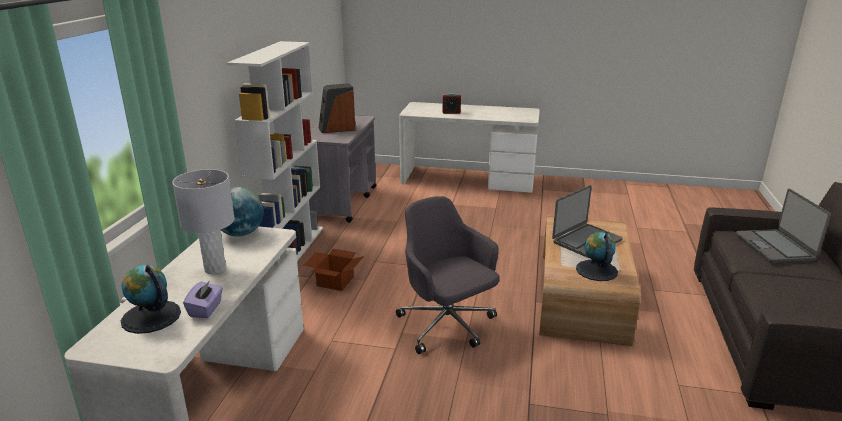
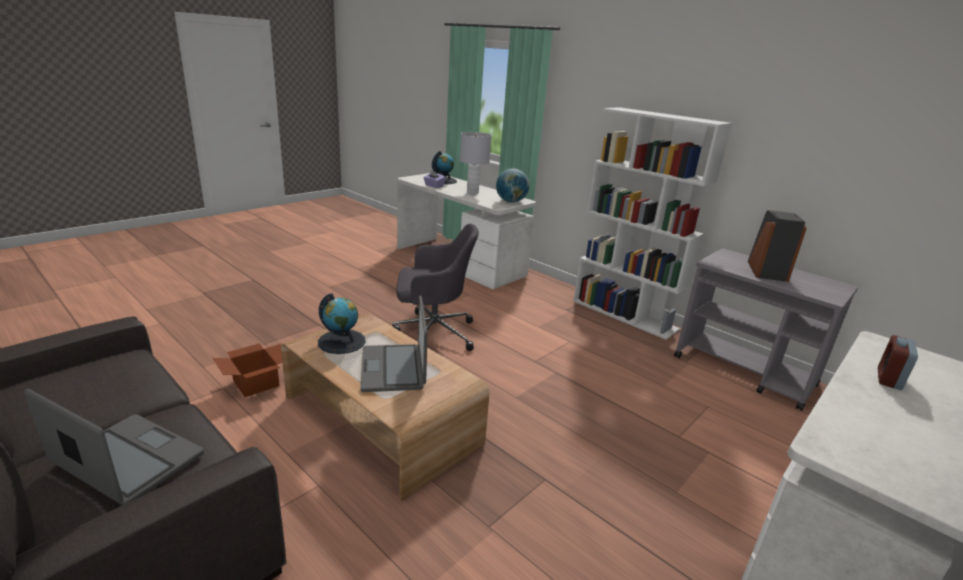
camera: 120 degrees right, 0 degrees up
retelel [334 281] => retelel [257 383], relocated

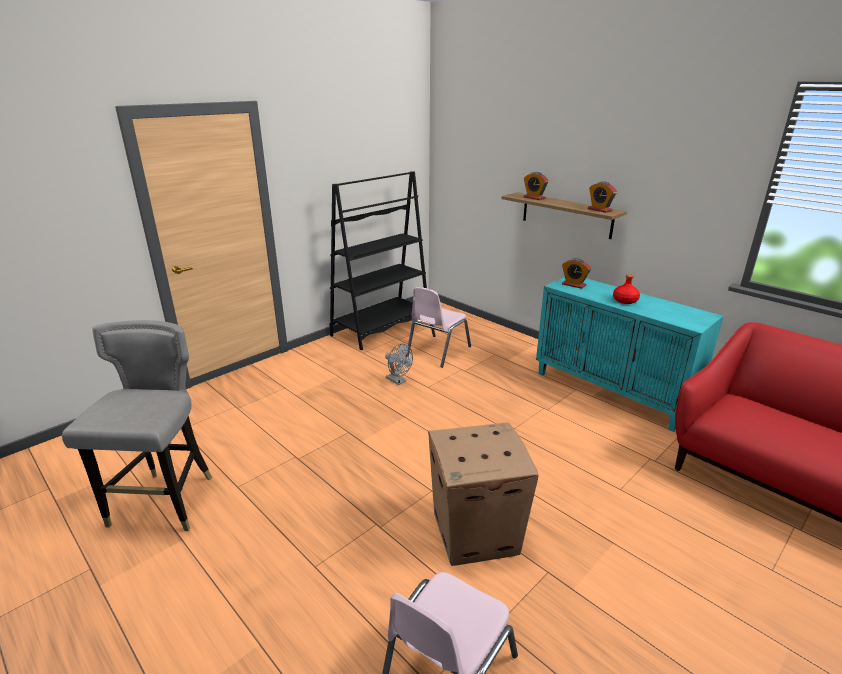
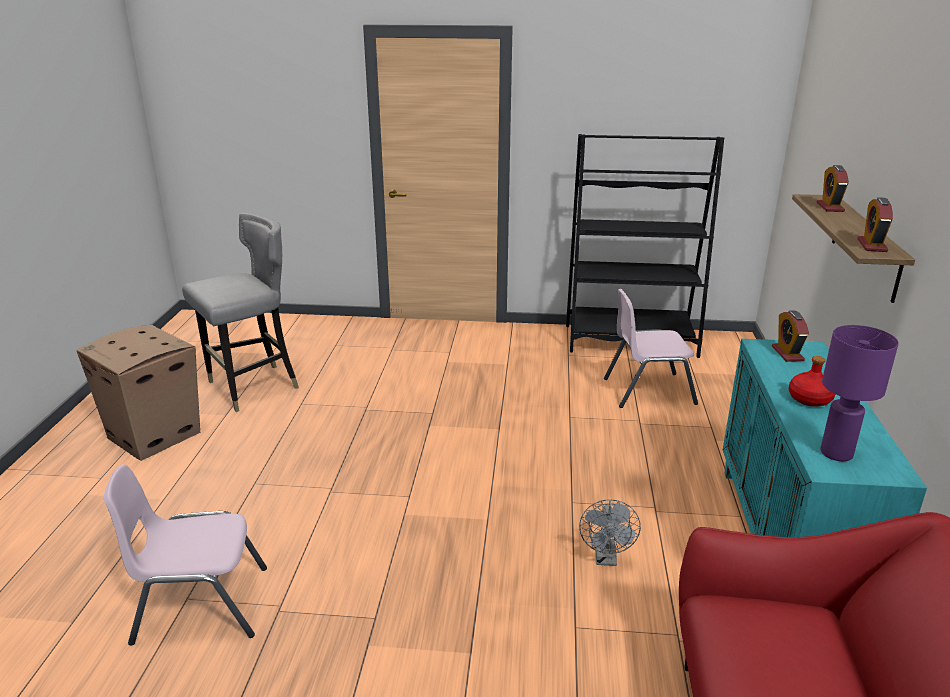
camera: 50 degrees right, 0 degrees up
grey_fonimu [398 381] => grey_fonimu [606 558], relocated
retelel [476 533] => retelel [155 435], relocated
nothing => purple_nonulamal [836 454]

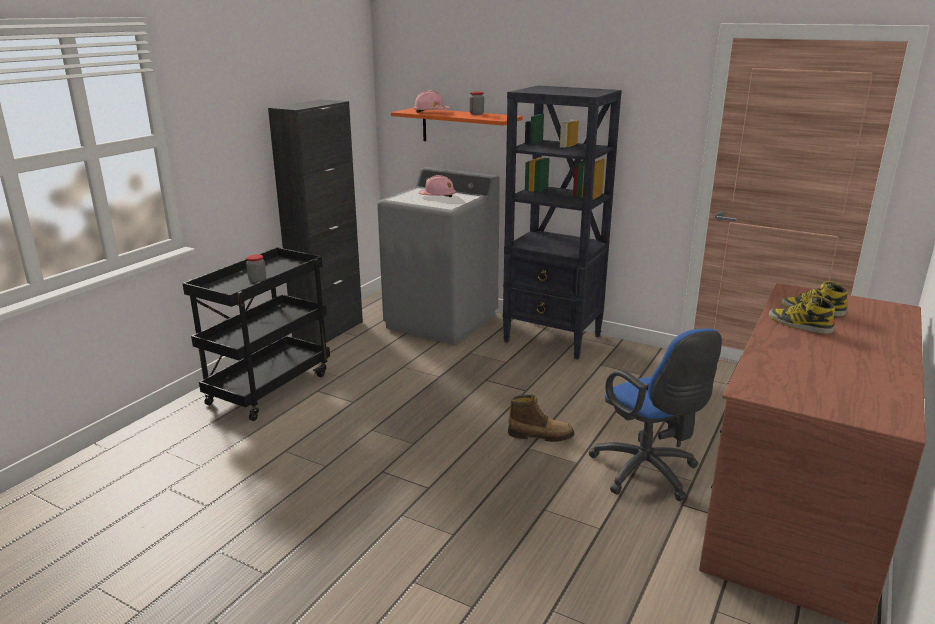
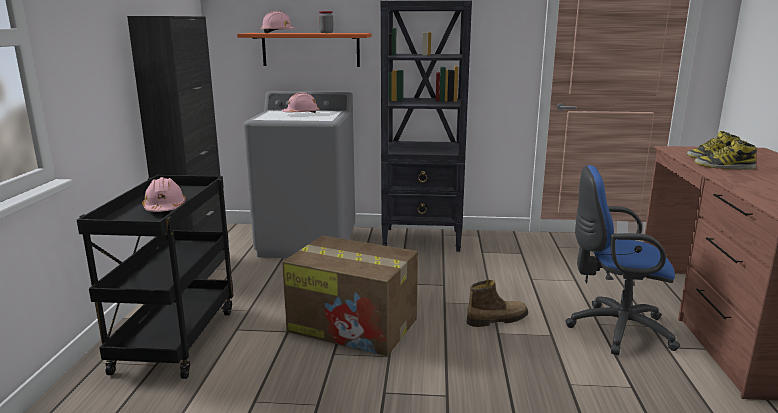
camera: 25 degrees left, 5 degrees down
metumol [257 280] => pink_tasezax [165 208]
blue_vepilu [648 474] => blue_vepilu [614 329], 150 degrees clockwise
nothing => retelel [354 325]

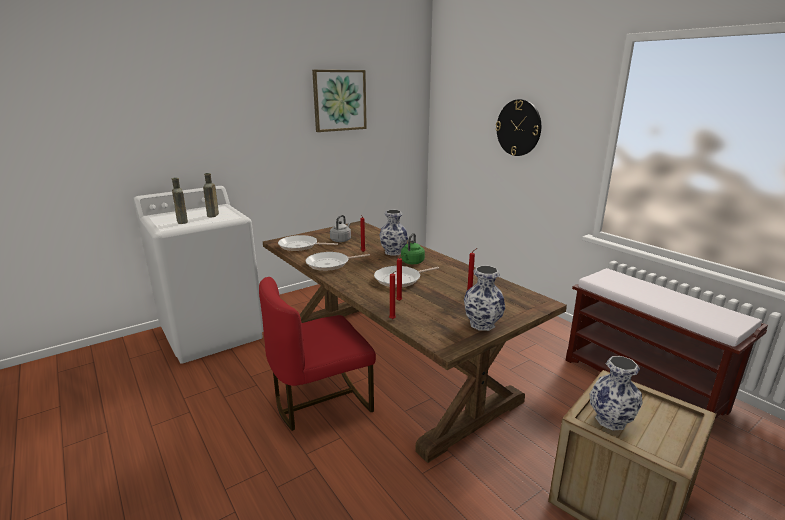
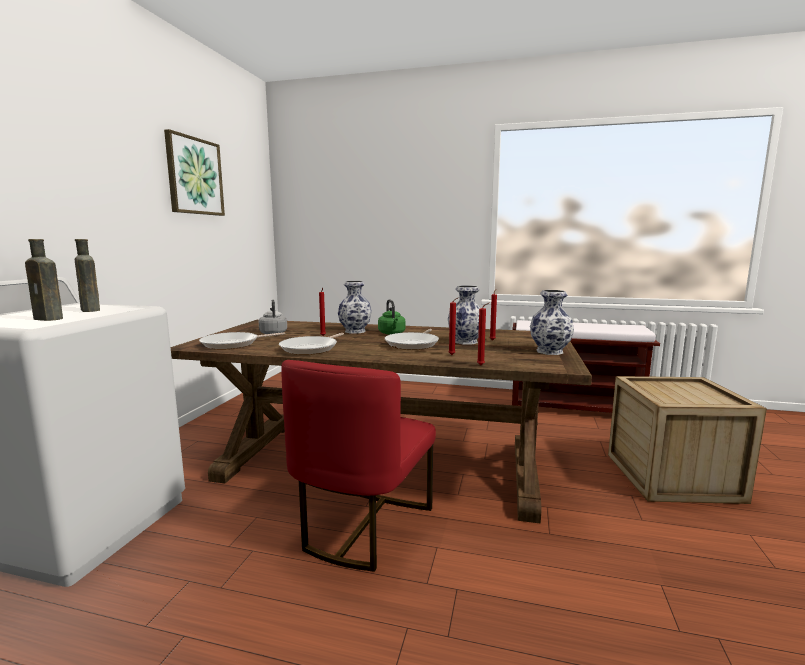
camera: 40 degrees left, 10 degrees down
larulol [518 128] => nothing
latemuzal [609 420] => latemuzal [465 342], relocated

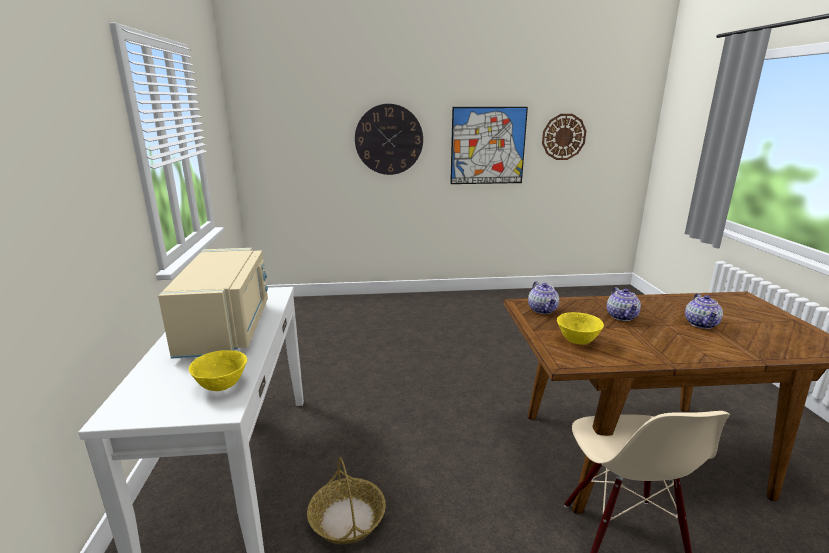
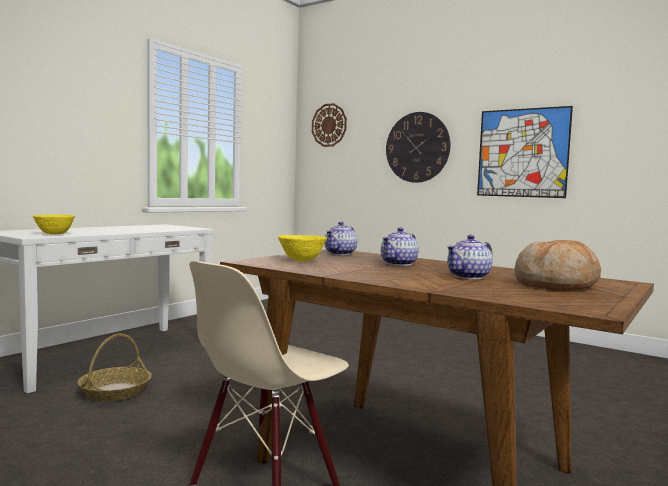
camera: 40 degrees right, 15 degrees down
larulol [563 137] => larulol [329 125], relocated
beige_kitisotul [228 328] => nothing
nothing => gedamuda [556 285]

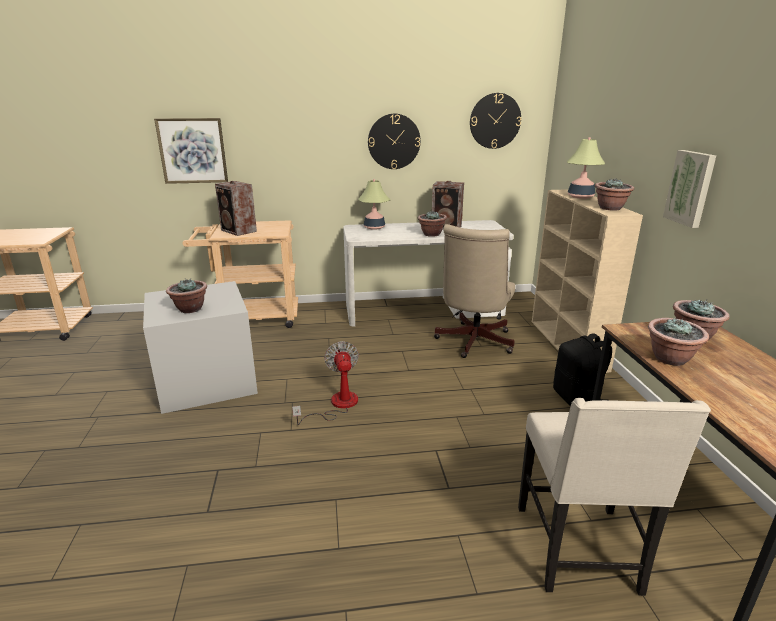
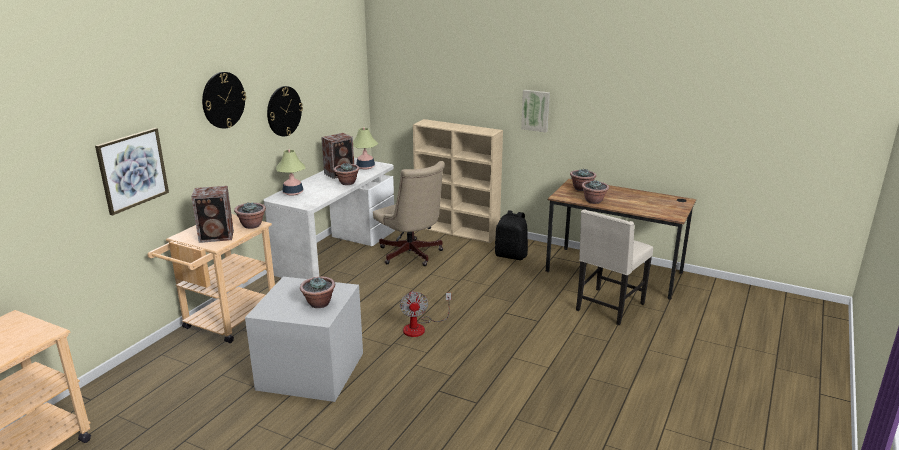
camera: 55 degrees left, 0 degrees up
larulol [495 121] => larulol [223 100], relocated
nonulamal [580 196] => nonulamal [365 167], relocated
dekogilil [610 208] => dekogilil [252 225], relocated
fonimu [337 405] => fonimu [420 327], 120 degrees counterclockwise
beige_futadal [579 551] => beige_futadal [608 307], 90 degrees clockwise

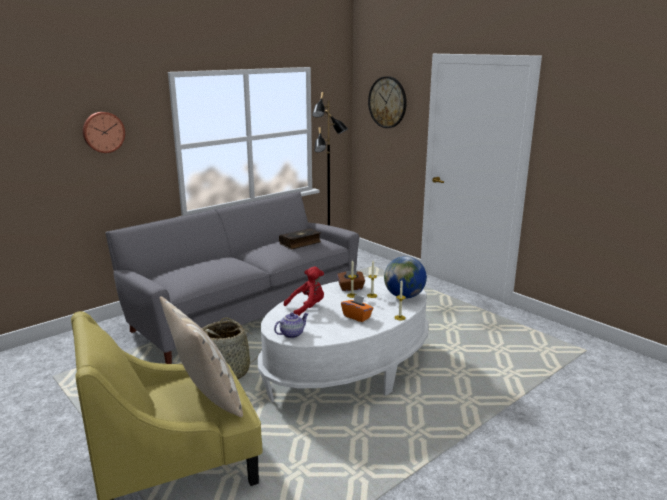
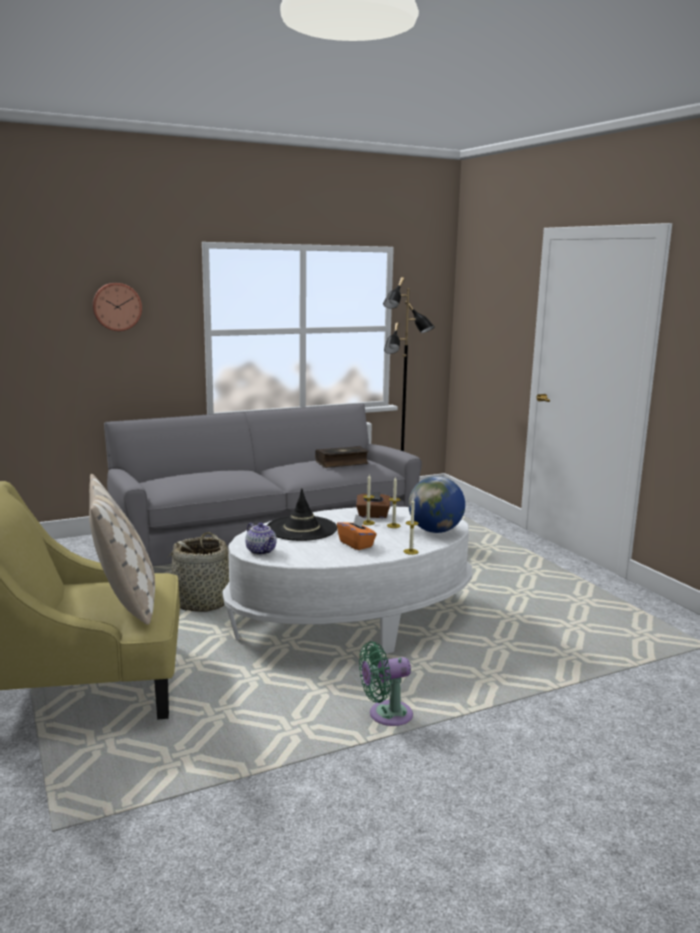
camera: 15 degrees right, 5 degrees down
larulol [387 102] => nothing
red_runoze [307 308] => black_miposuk [301 529]
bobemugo [291 334] => bobemugo [262 551], 75 degrees clockwise
nothing => green_fonimu [386 715]

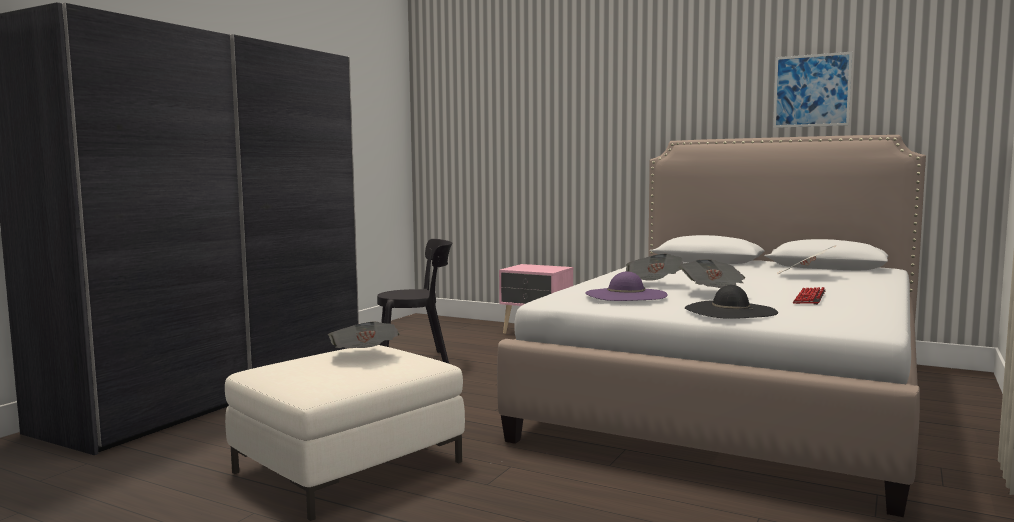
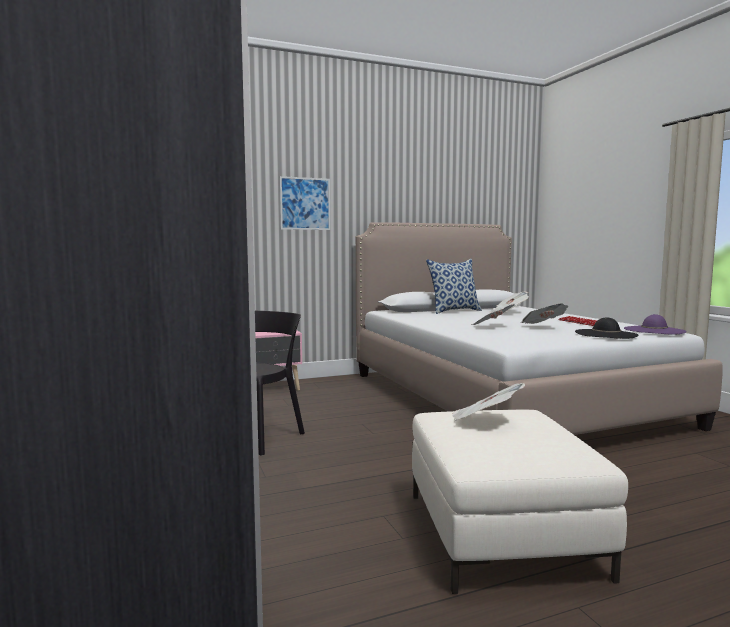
camera: 50 degrees left, 0 degrees up
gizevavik [811 90] => gizevavik [305 203], relocated
purple_miposuk [626 295] => purple_miposuk [654 330], relocated
nothing => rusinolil [454 311]

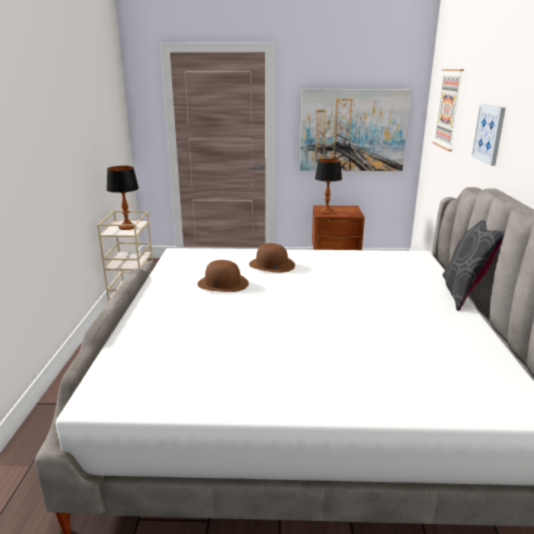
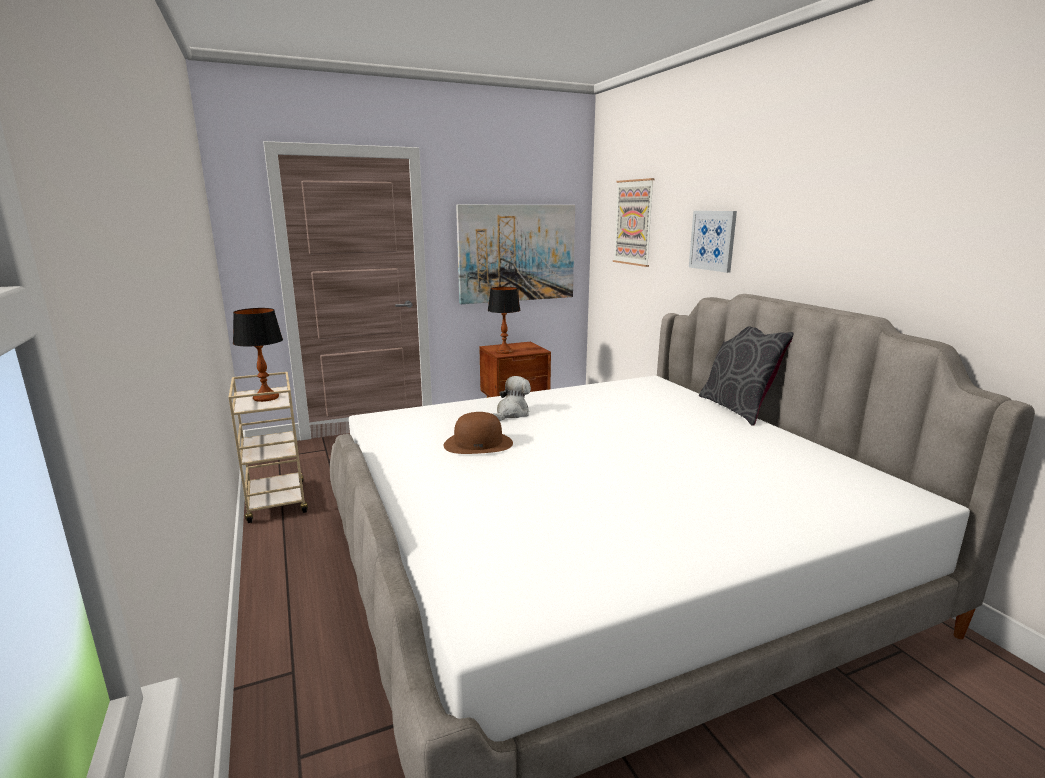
camera: 25 degrees left, 5 degrees down
brown_miposuk [271 265] => runoze [511 413]

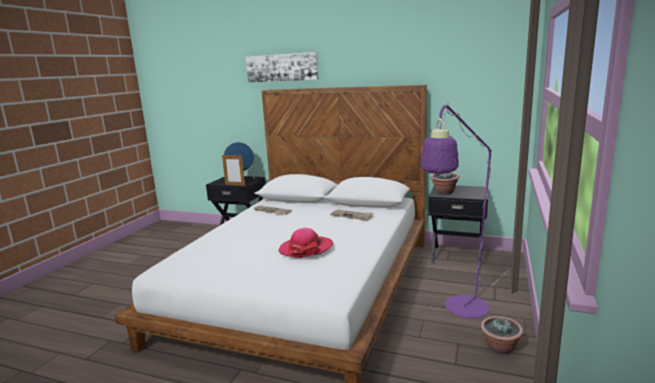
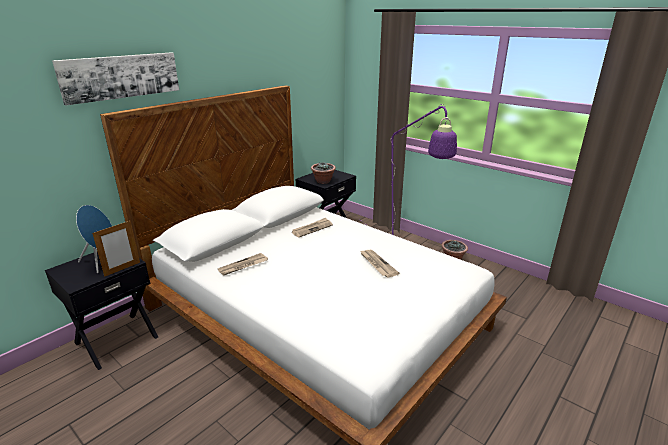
camera: 70 degrees left, 10 degrees up
miposuk [306 249] => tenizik [377 264]

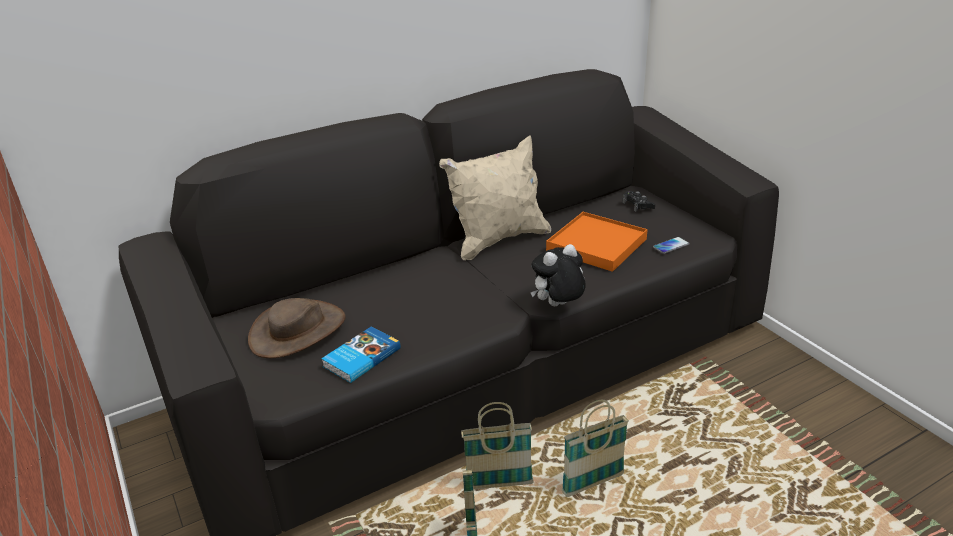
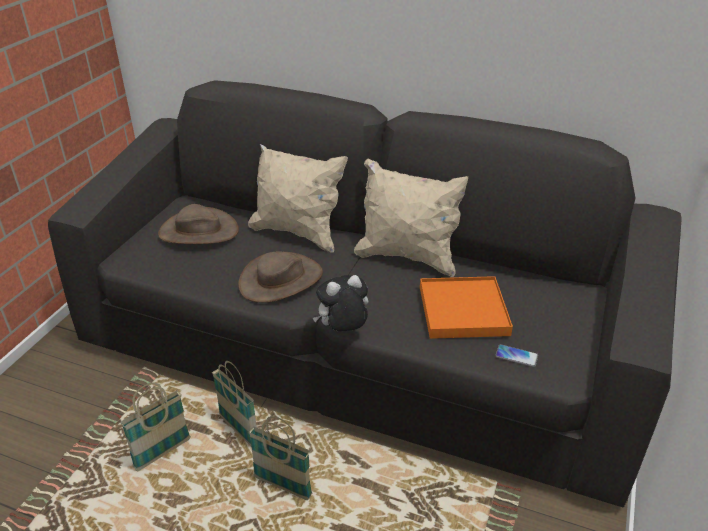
camera: 50 degrees right, 5 degrees up
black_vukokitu [638 205] => nothing
runoze [558 306] => runoze [343 331], 45 degrees counterclockwise
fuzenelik [360 357] => nothing
nothing => beige_rusinolil [297 233]
nothing => brown_miposuk [281 280]

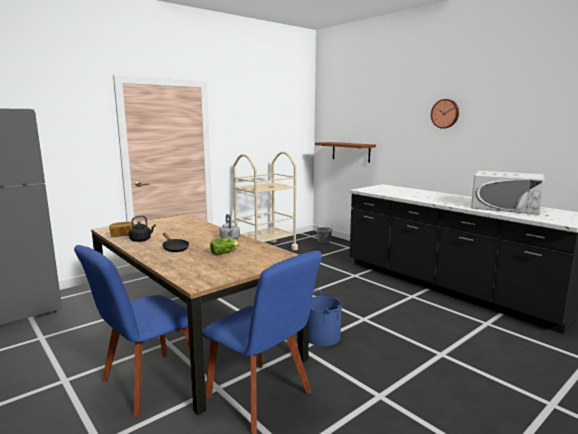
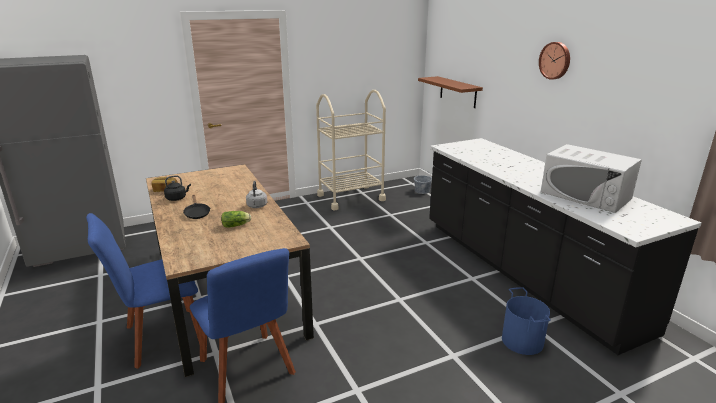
camera: 15 degrees right, 10 degrees up
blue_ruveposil [323 336] => blue_ruveposil [523 341], relocated

